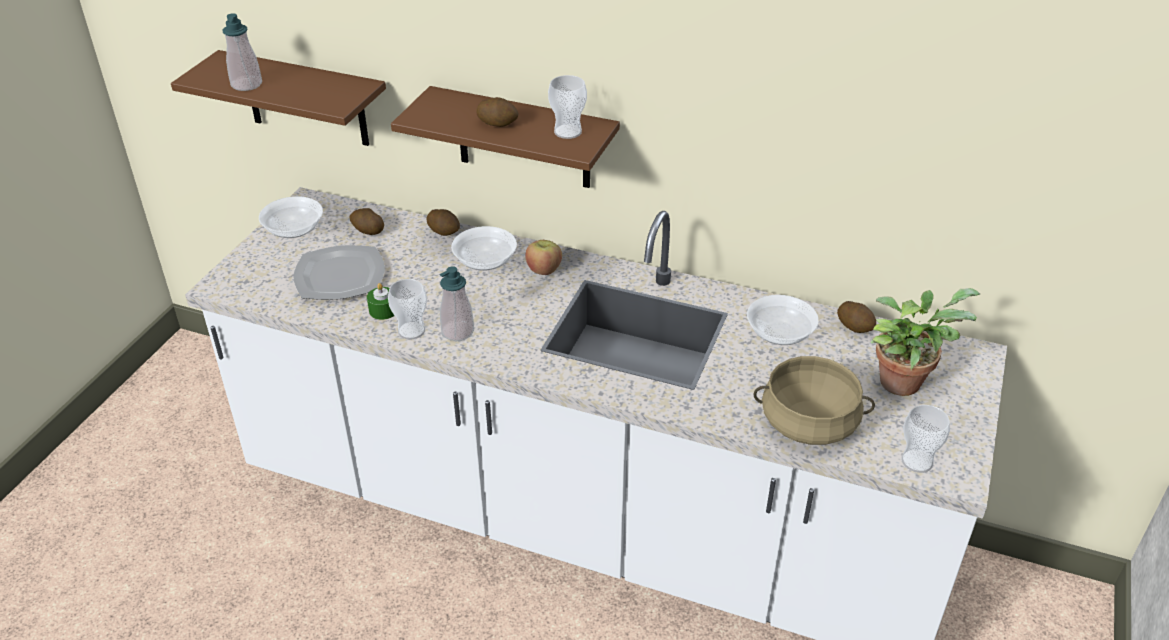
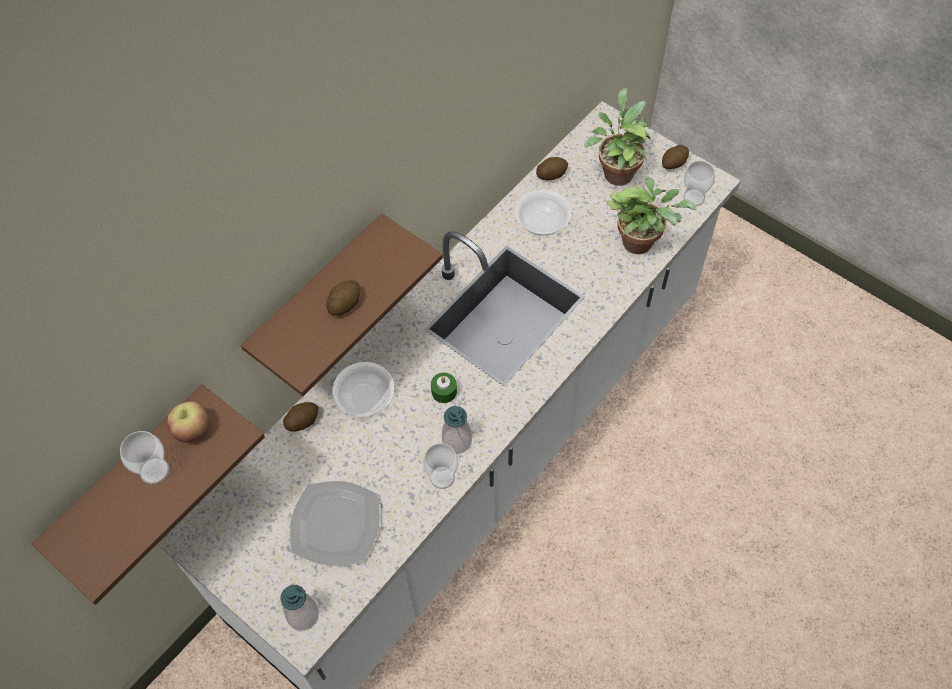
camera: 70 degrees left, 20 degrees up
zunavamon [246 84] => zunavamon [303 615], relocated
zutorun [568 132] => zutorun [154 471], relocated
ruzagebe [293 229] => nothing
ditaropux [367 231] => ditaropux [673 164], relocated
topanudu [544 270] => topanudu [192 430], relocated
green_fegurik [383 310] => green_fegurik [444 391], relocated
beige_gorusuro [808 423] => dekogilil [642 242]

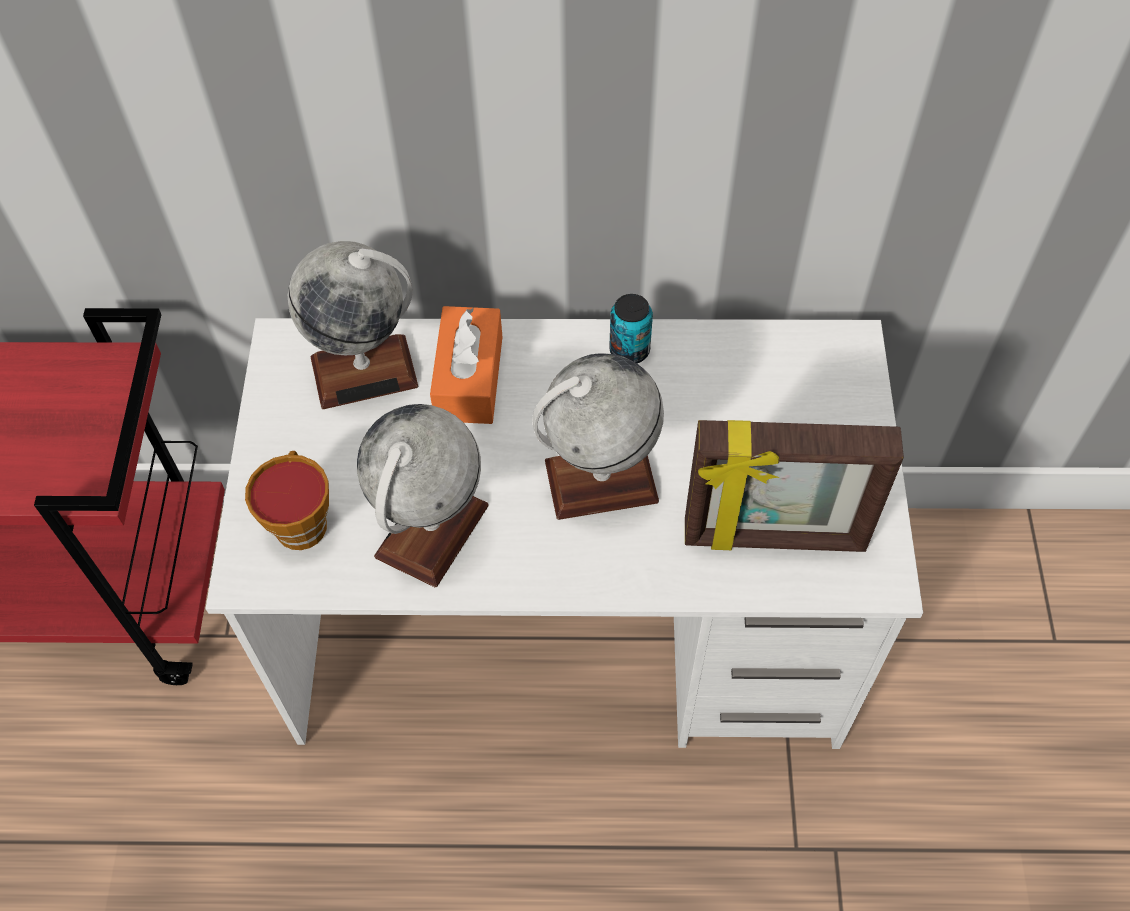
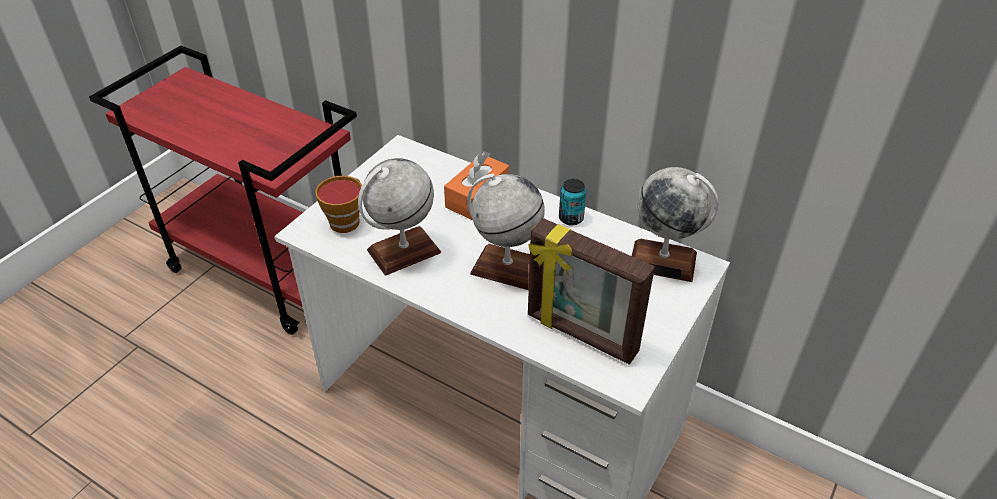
camera: 30 degrees right, 15 degrees down
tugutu [364 371] => tugutu [663 261], relocated

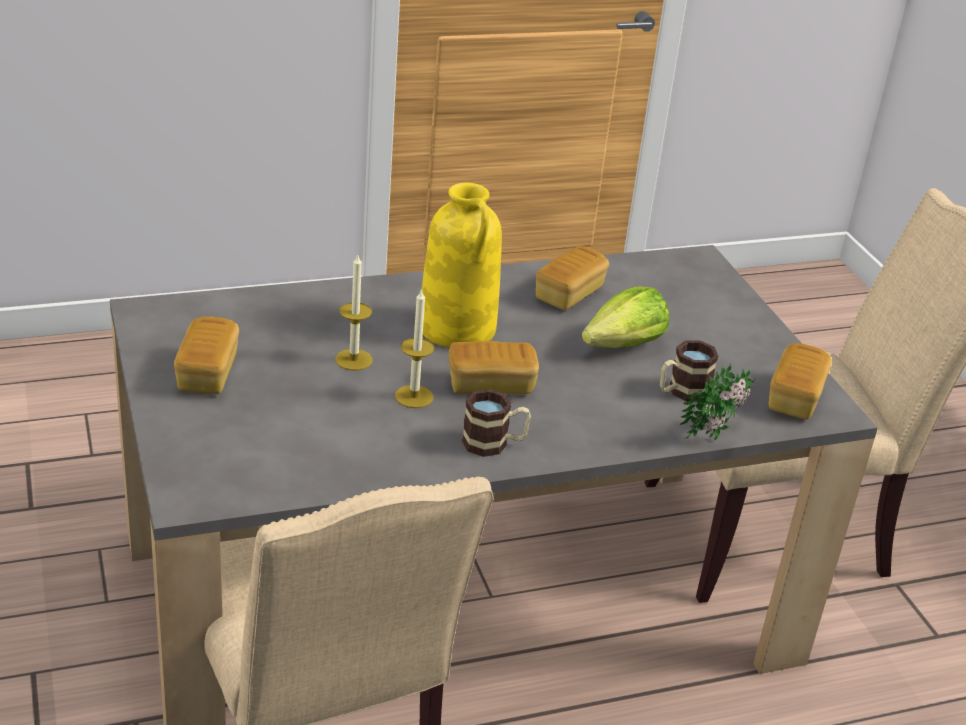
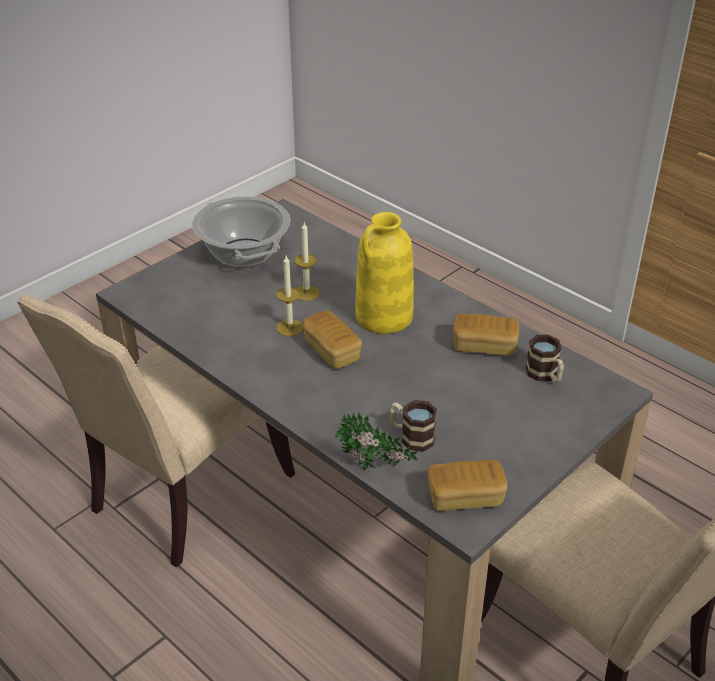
camera: 65 degrees right, 5 degrees up
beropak [624 345] => nothing
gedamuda [208 373] => gorusuro [243 253]
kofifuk [494 443] => kofifuk [545 375], relocated

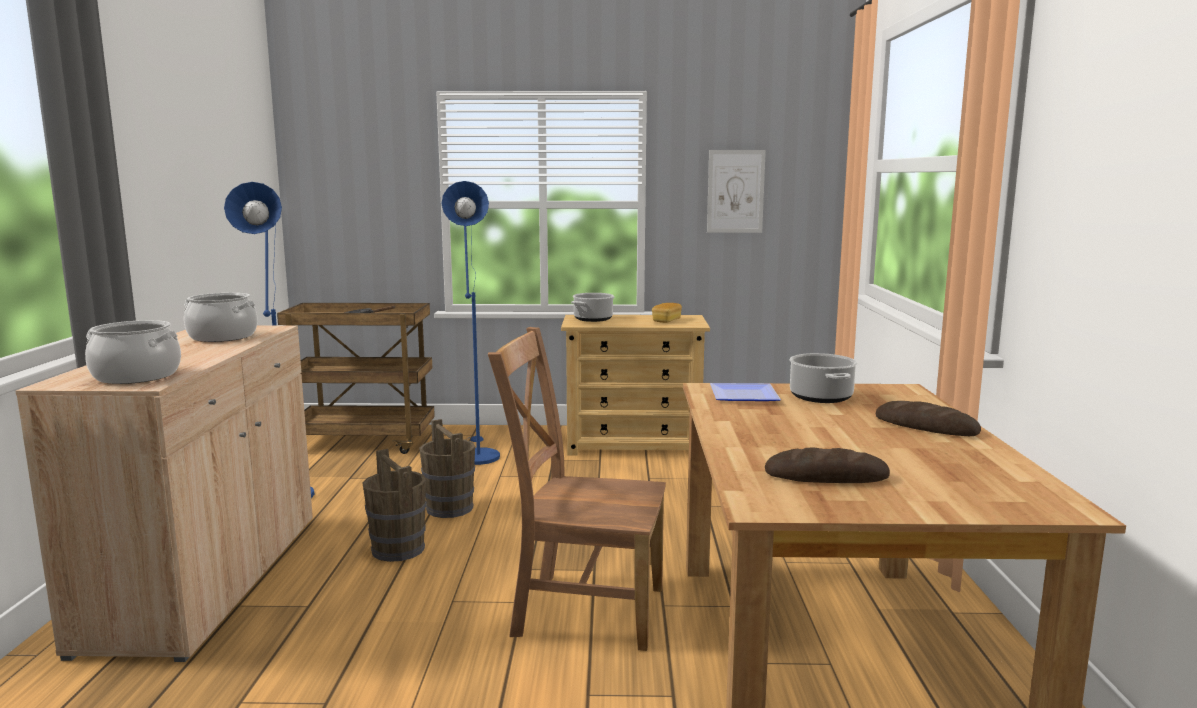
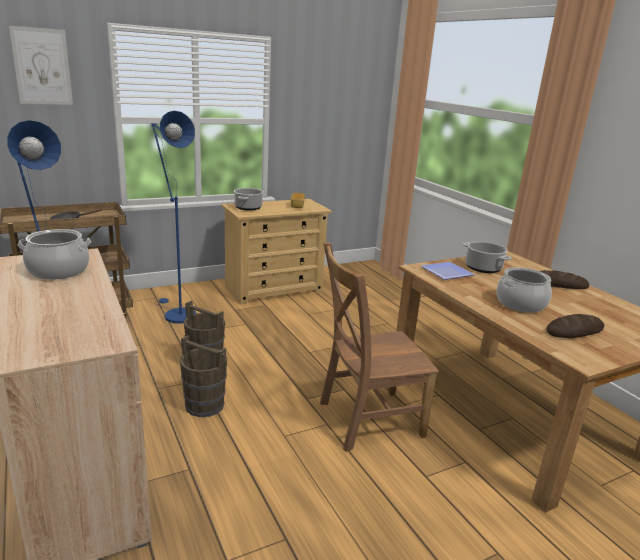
camera: 30 degrees left, 10 degrees up
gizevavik [735 191] => gizevavik [42 66], relocated
gorusuro [137 376] => gorusuro [520 304], relocated

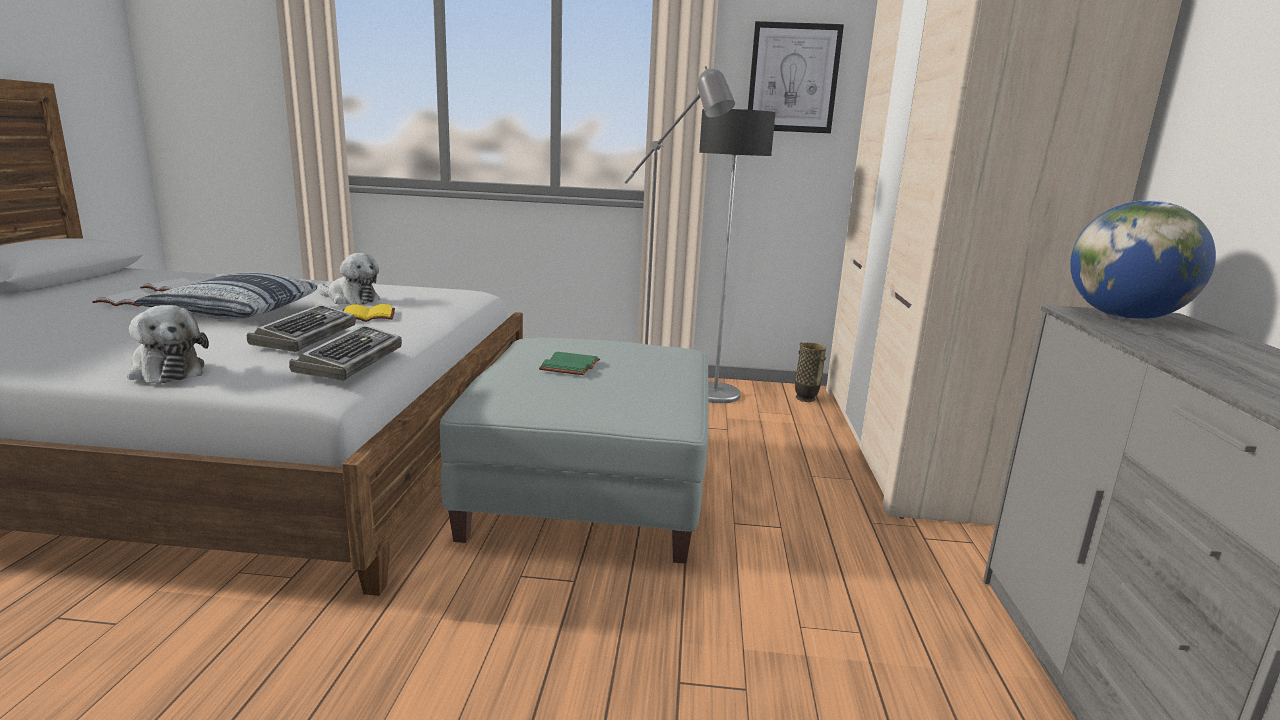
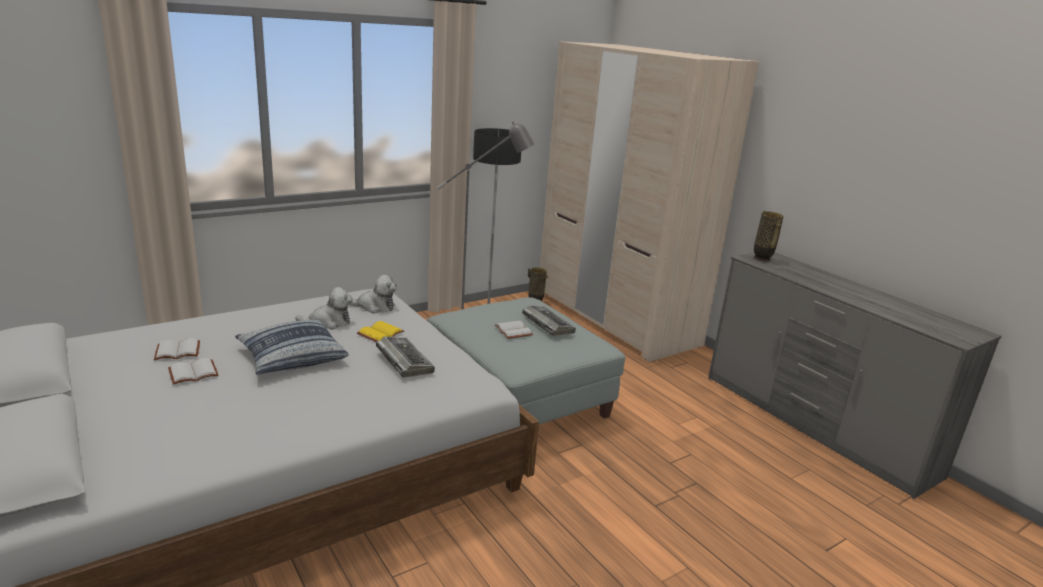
camera: 40 degrees left, 5 degrees up
gizevavik [793 78] => nothing
tugutu [1124 317] => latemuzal [762 259]
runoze [166 371] => runoze [374 307], relocated
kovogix [350 361] => kovogix [547 324], relocated
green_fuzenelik [571 366] => white_fuzenelik [514 331]

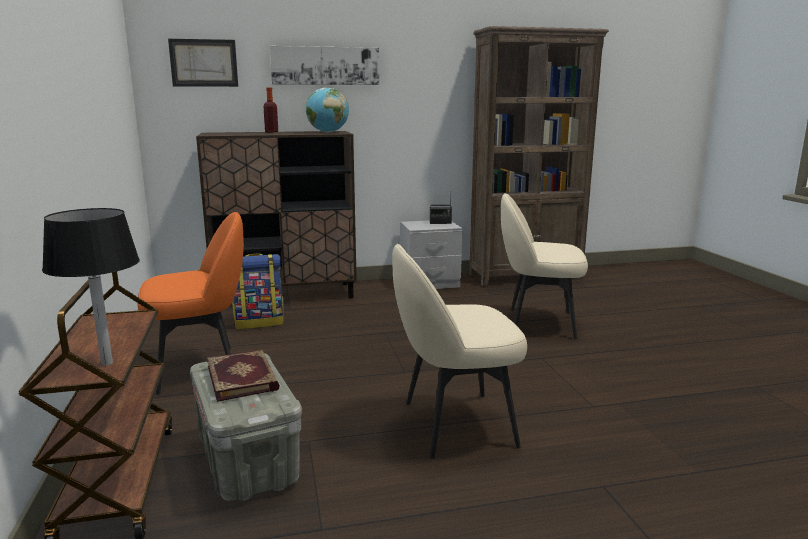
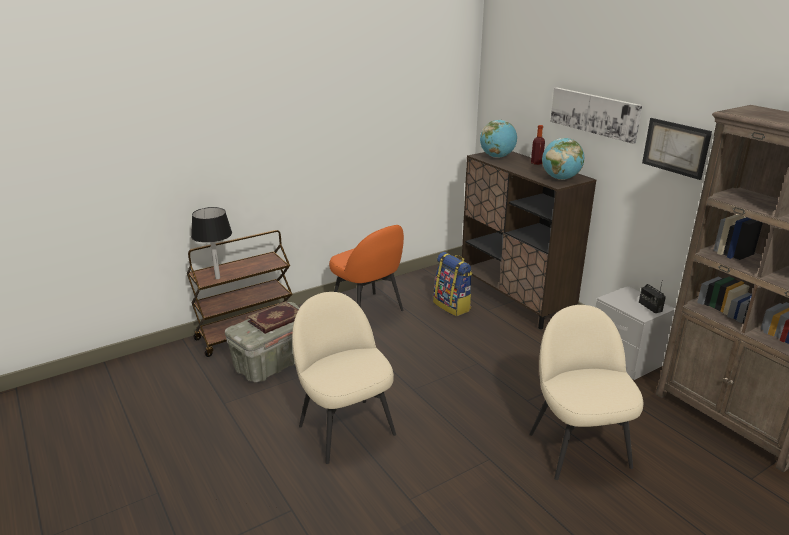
camera: 70 degrees right, 10 degrees up
gizevavik [204 63] => gizevavik [675 147], relocated
nothing => tugutu [497 157]

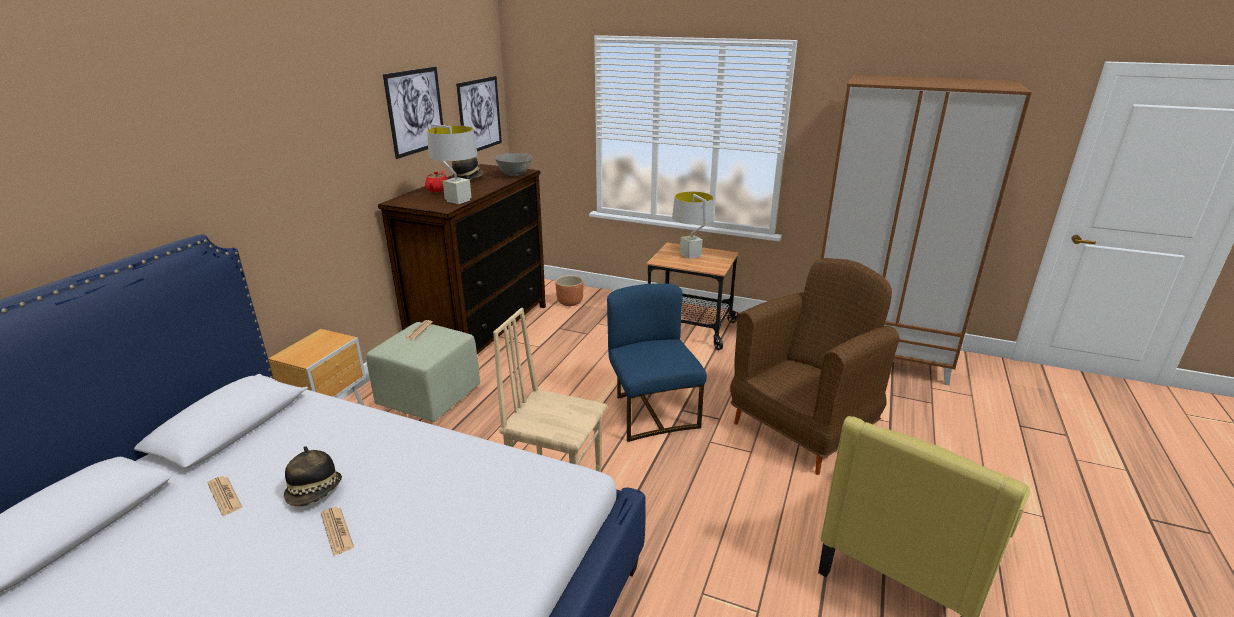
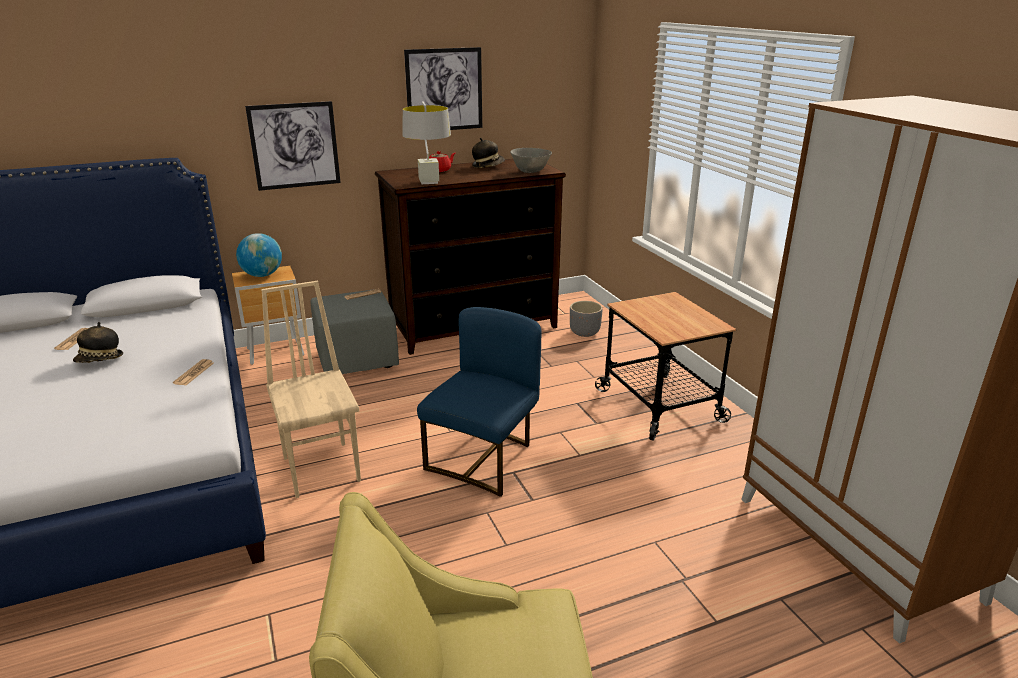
camera: 45 degrees right, 0 degrees up
gizevavik [479 115] => gizevavik [294 146], relocated
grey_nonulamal [690 255] => nothing
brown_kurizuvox [802 429] => nothing
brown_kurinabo [570 302] => grey_kurinabo [585 332]
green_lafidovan [429 396] => grey_lafidovan [358 359]
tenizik [337 530] => tenizik [194 373], relocated
nothing => tugutu [262 275]

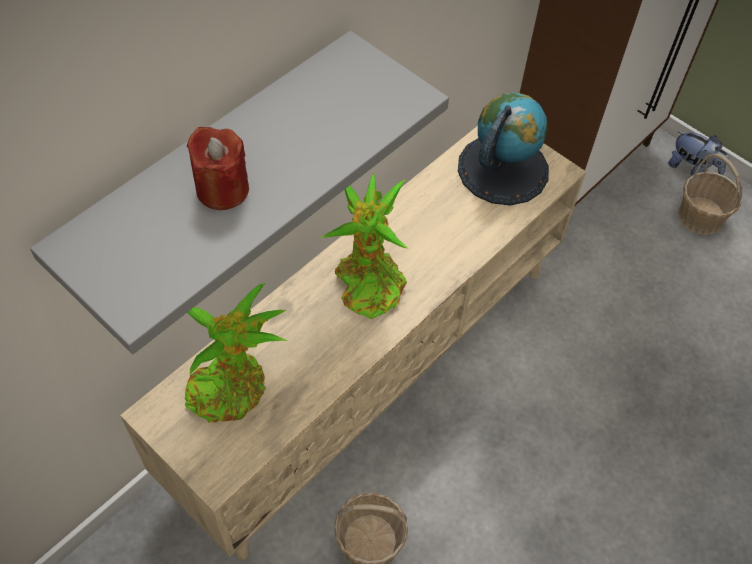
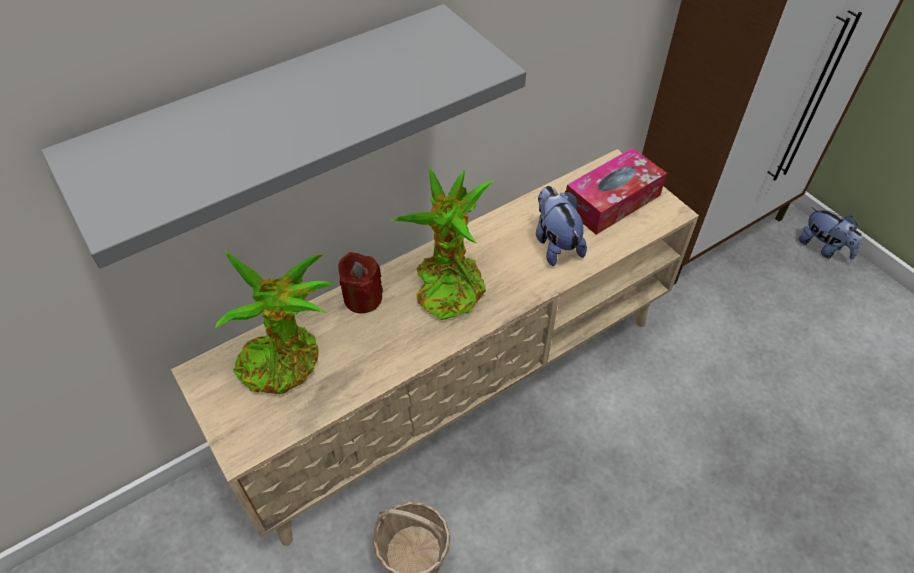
camera: 15 degrees right, 5 degrees down
tugutu [502 169] => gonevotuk [612 201]
red_fegurik [222 189] => red_fegurik [363 298], relocated
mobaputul [700 217] => nothing
nothing => runoze [555 243]

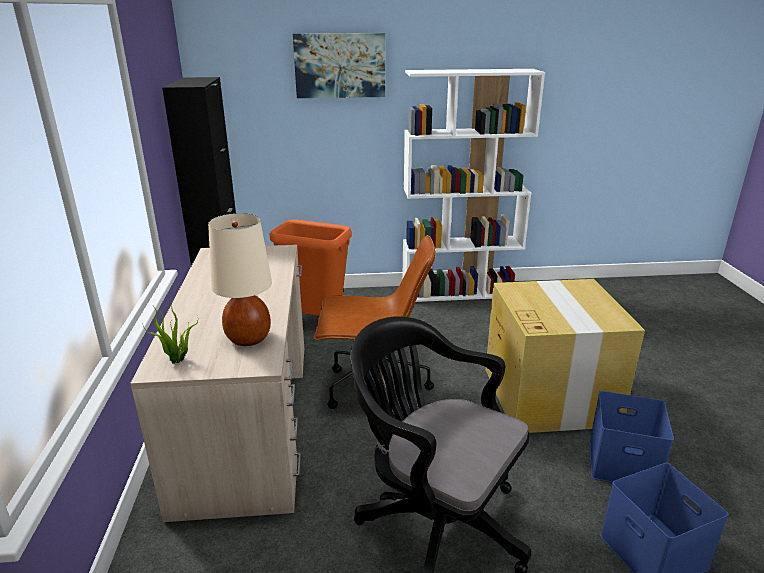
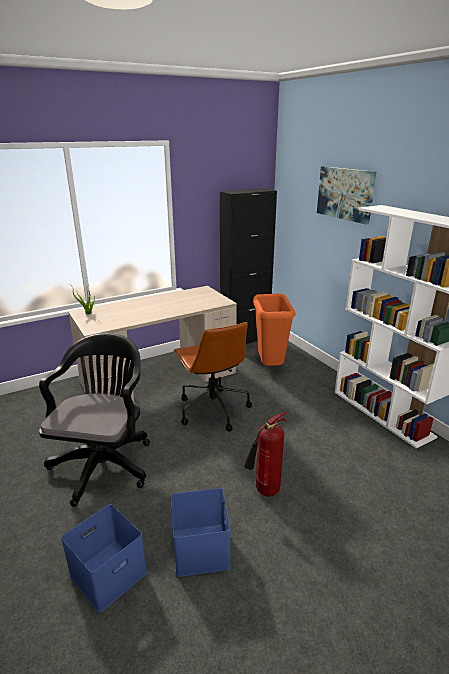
camera: 65 degrees right, 0 degrees up
beige_nonulamal [249 338] => nothing
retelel [548 395] => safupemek [265 492]

